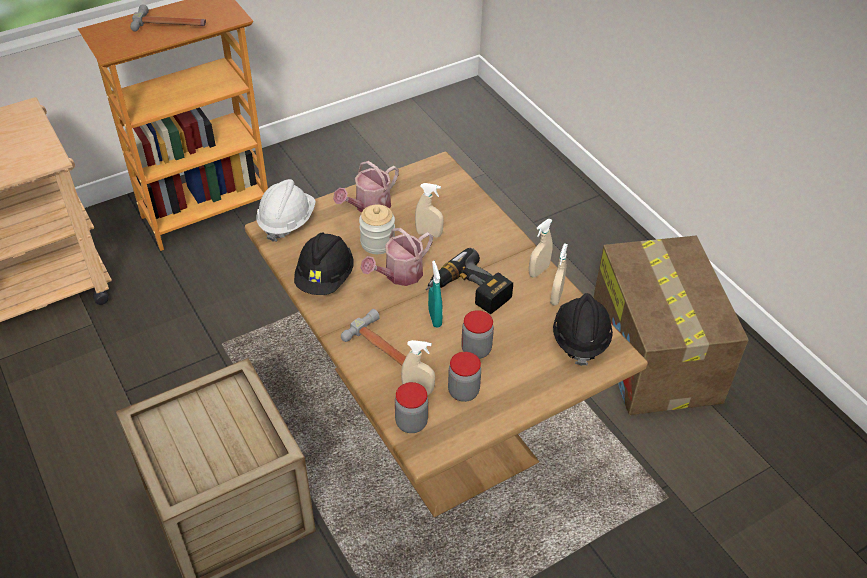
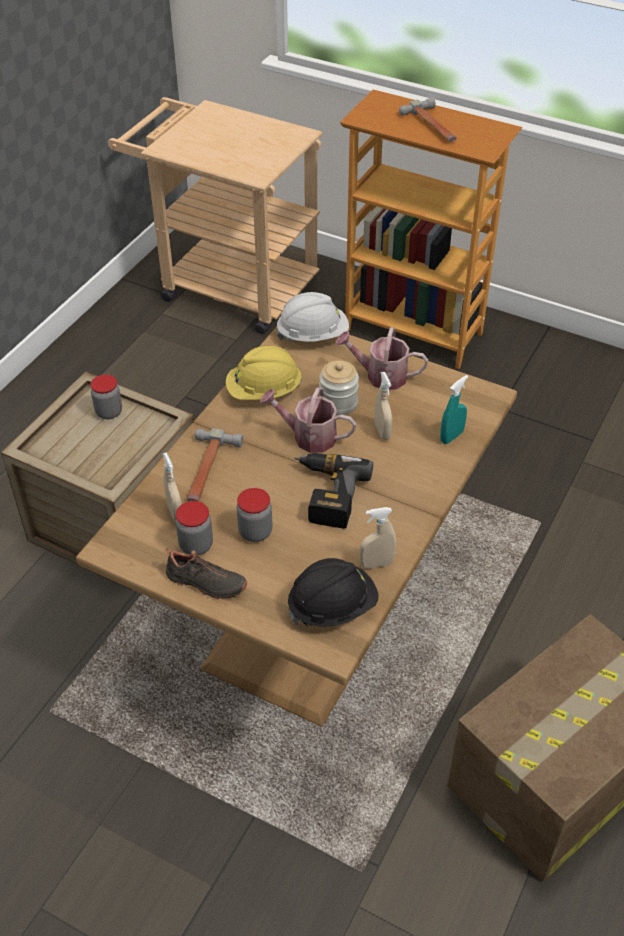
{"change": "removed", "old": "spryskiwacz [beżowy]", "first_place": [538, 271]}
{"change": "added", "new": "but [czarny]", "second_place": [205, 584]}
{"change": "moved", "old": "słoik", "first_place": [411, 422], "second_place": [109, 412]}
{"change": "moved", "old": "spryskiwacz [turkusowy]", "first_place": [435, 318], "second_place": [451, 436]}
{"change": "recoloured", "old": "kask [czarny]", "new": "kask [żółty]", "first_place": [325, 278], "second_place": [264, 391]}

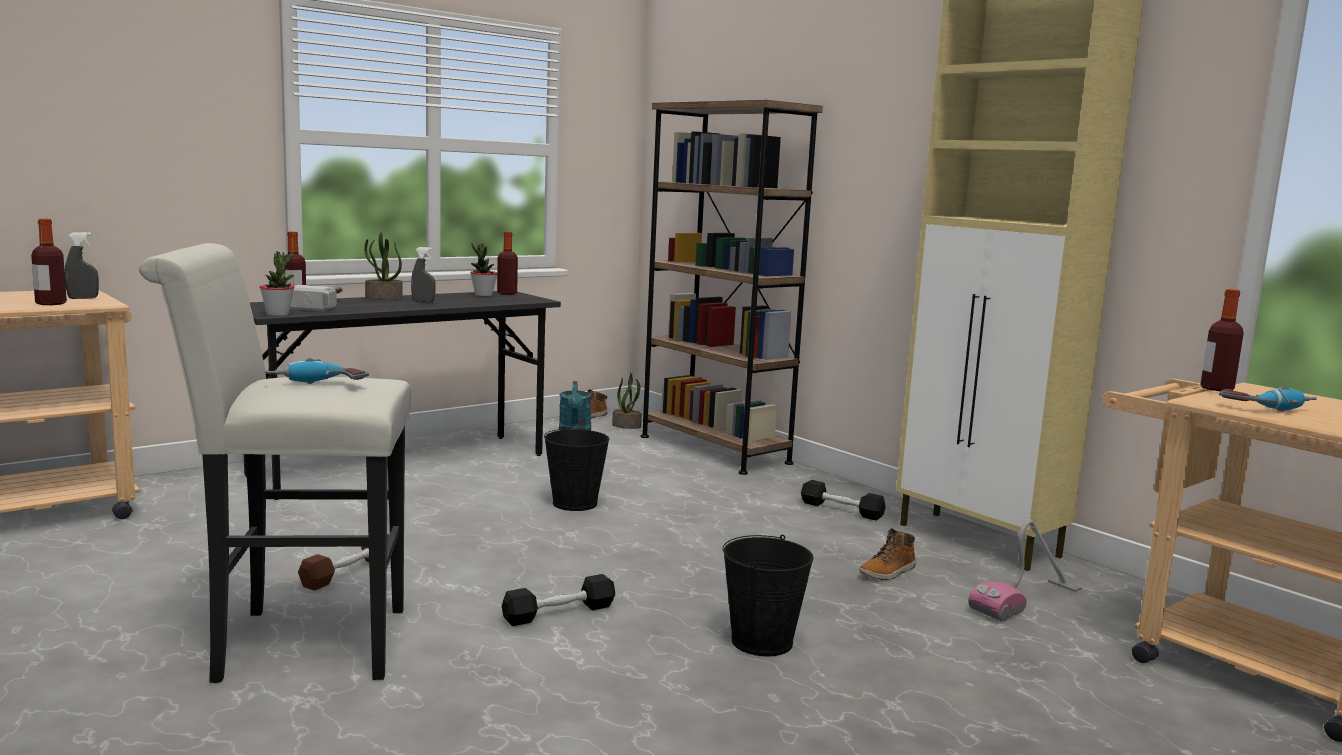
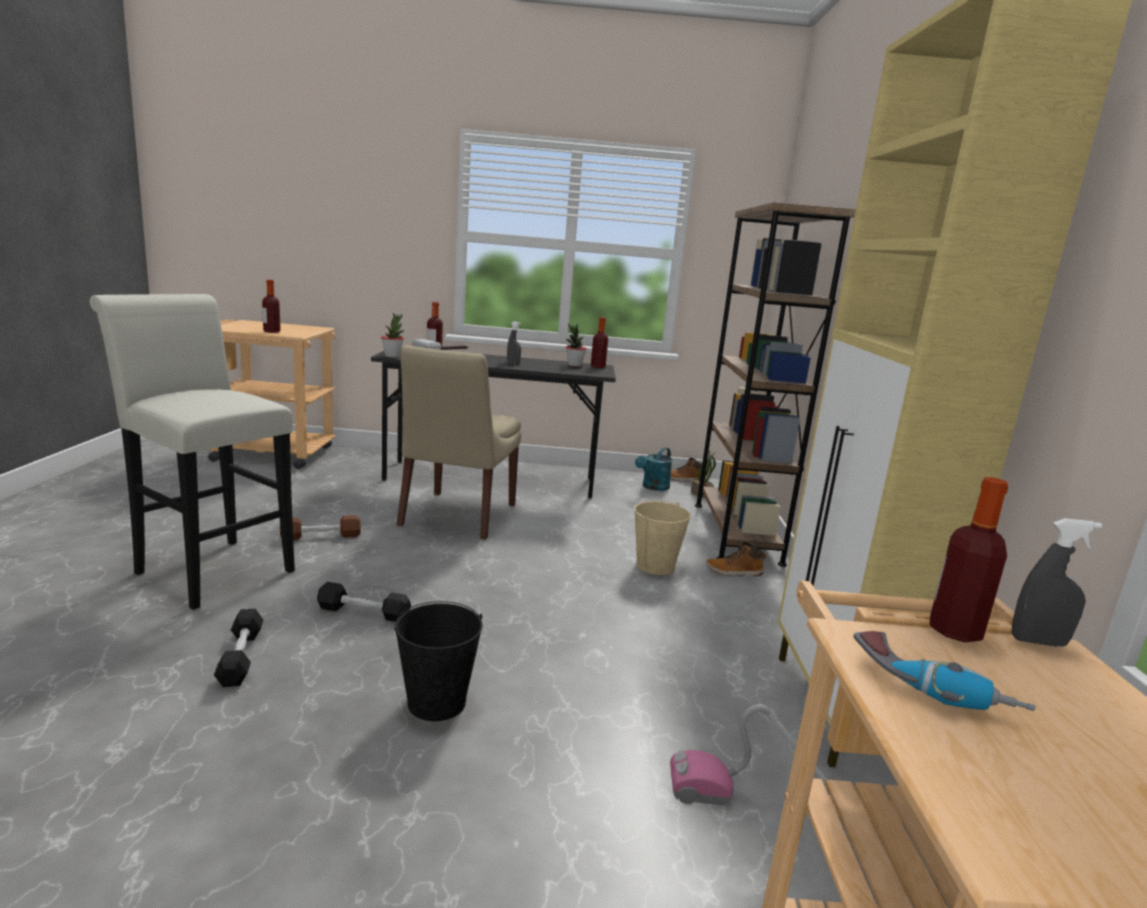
{"change": "removed", "old": "wiertarka", "first_place": [317, 385]}
{"change": "removed", "old": "roślina doniczkowa", "first_place": [383, 298]}
{"change": "removed", "old": "wiadro [czarny]", "first_place": [575, 503]}
{"change": "added", "new": "krzesło [beżowy]", "second_place": [456, 516]}
{"change": "added", "new": "wiadro [beżowy]", "second_place": [655, 566]}
{"change": "moved", "old": "spryskiwacz [szary]", "first_place": [83, 298], "second_place": [1038, 642]}
{"change": "moved", "old": "hantel [czarny]", "first_place": [841, 510], "second_place": [241, 657]}
{"change": "moved", "old": "but z cholewką", "first_place": [888, 572], "second_place": [734, 572]}

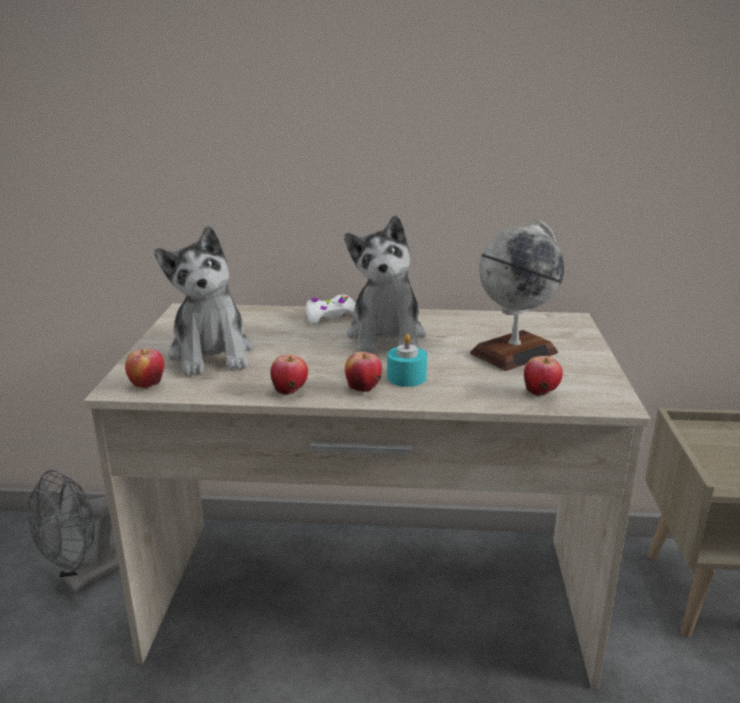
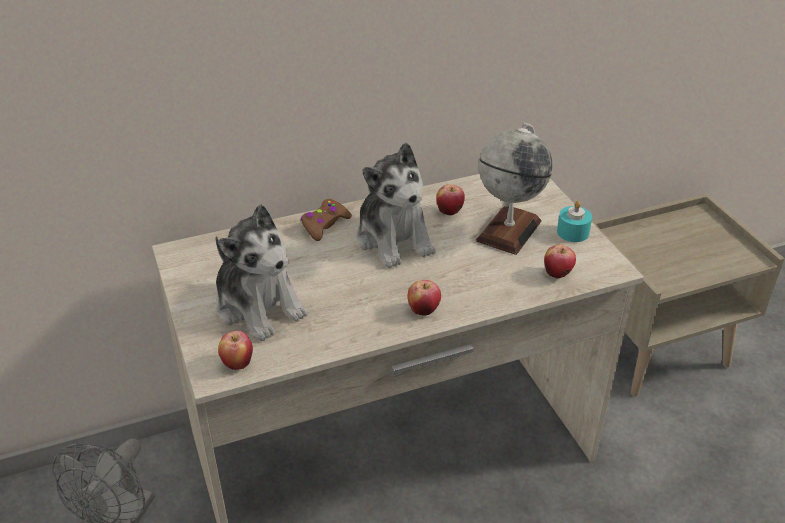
{"change": "moved", "old": "jabłko", "first_place": [290, 392], "second_place": [449, 212]}
{"change": "moved", "old": "świeca [turkusowy]", "first_place": [406, 377], "second_place": [573, 232]}
{"change": "recoloured", "old": "pad do gier [biały]", "new": "pad do gier [brązowy]", "first_place": [331, 316], "second_place": [324, 225]}

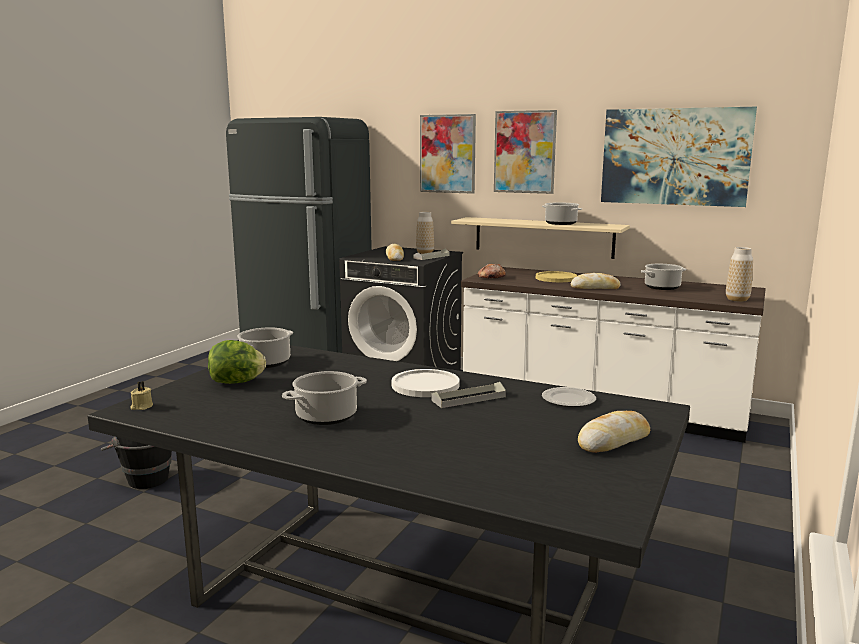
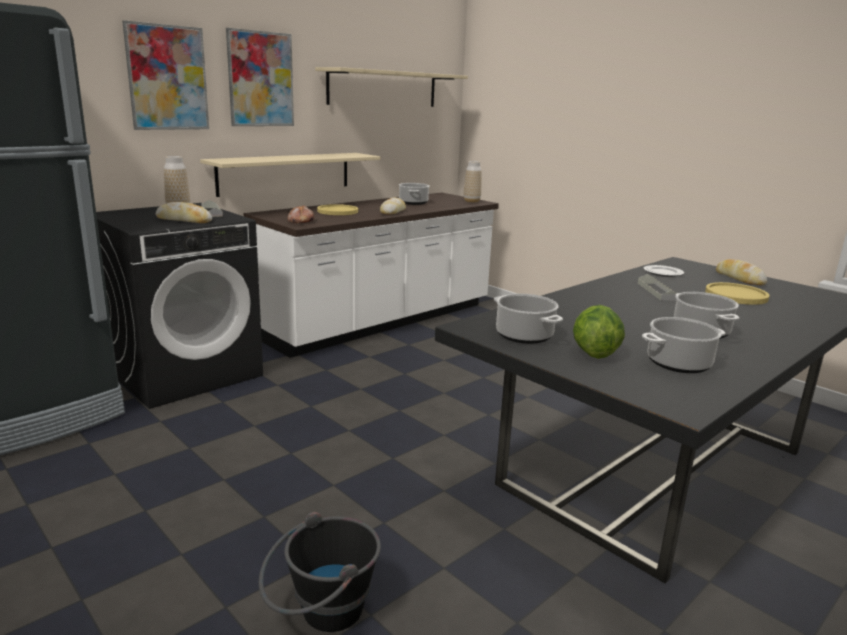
{"change": "removed", "old": "świeca [beżowy]", "first_place": [141, 407]}
{"change": "removed", "old": "talerz [biały]", "first_place": [425, 385]}
{"change": "added", "new": "talerz [żółty]", "second_place": [736, 295]}
{"change": "moved", "old": "garnek", "first_place": [560, 223], "second_place": [678, 364]}
{"change": "replaced", "old": "obraz", "new": "półka [beżowy]", "first_place": [674, 157], "second_place": [383, 88]}

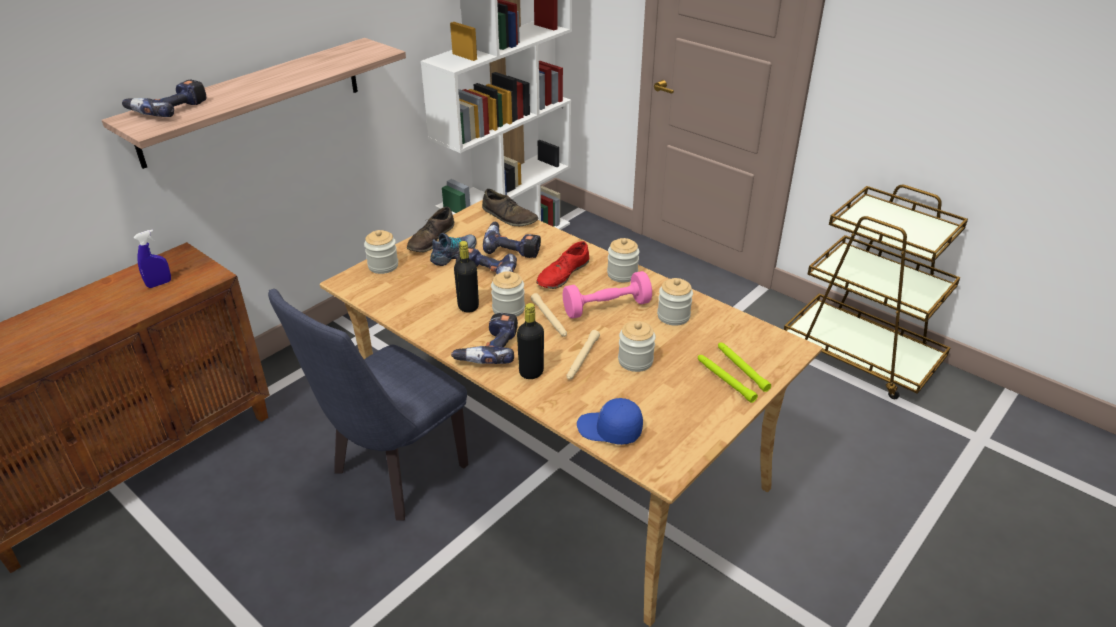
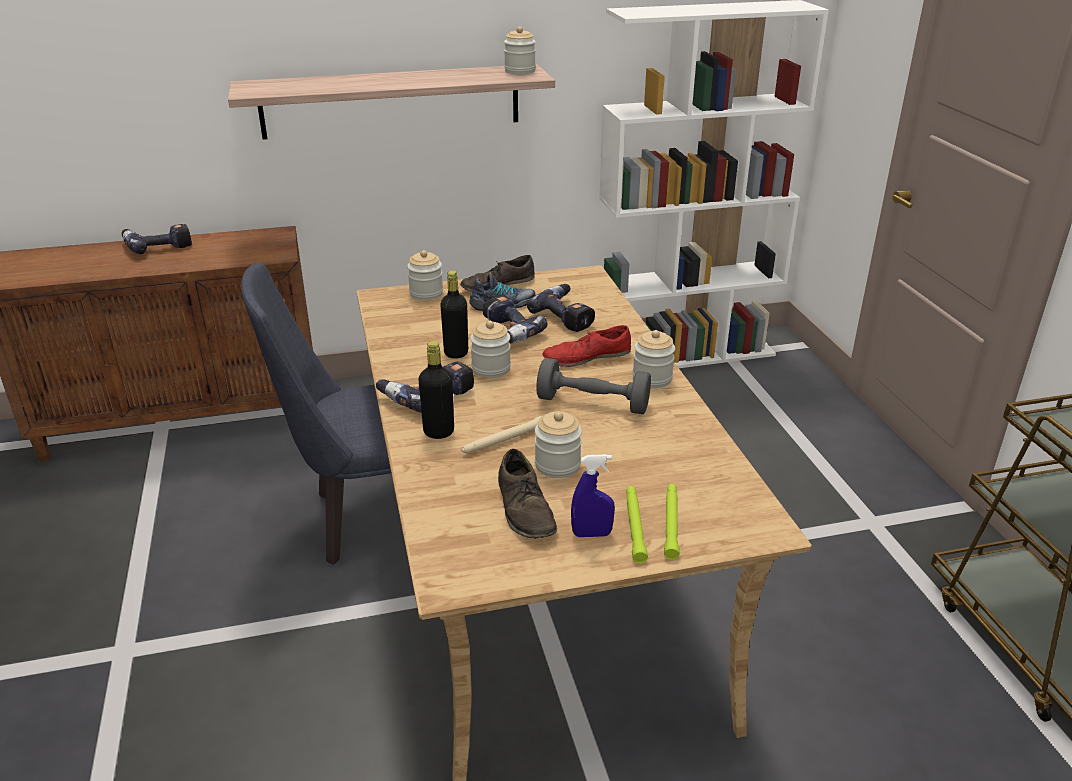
{"change": "removed", "old": "latarka [beżowy]", "first_place": [549, 319]}
{"change": "removed", "old": "czapka z daszkiem [niebieski]", "first_place": [609, 430]}
{"change": "moved", "old": "wiertarka", "first_place": [168, 109], "second_place": [158, 246]}
{"change": "moved", "old": "spryskiwacz [niebieski]", "first_place": [159, 284], "second_place": [591, 534]}
{"change": "moved", "old": "but [brązowy]", "first_place": [509, 217], "second_place": [525, 509]}
{"change": "moved", "old": "słoik", "first_place": [673, 316], "second_place": [520, 71]}
{"change": "recoloured", "old": "hantel [różowy]", "new": "hantel [szary]", "first_place": [606, 307], "second_place": [593, 403]}

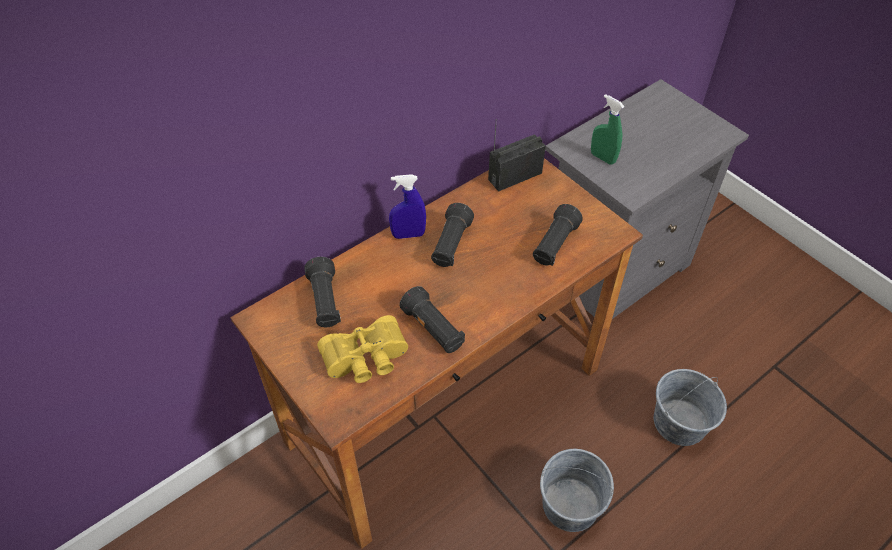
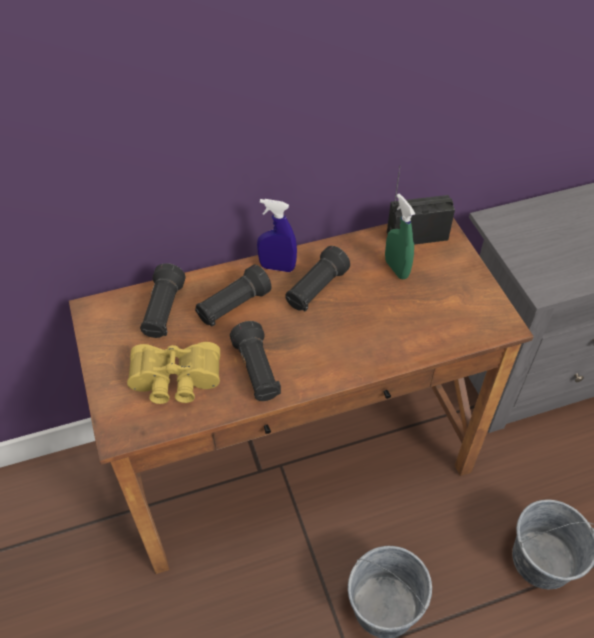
{"change": "moved", "old": "latarka [czarny]", "first_place": [554, 245], "second_place": [233, 306]}
{"change": "moved", "old": "spryskiwacz [zielony]", "first_place": [602, 158], "second_place": [396, 269]}

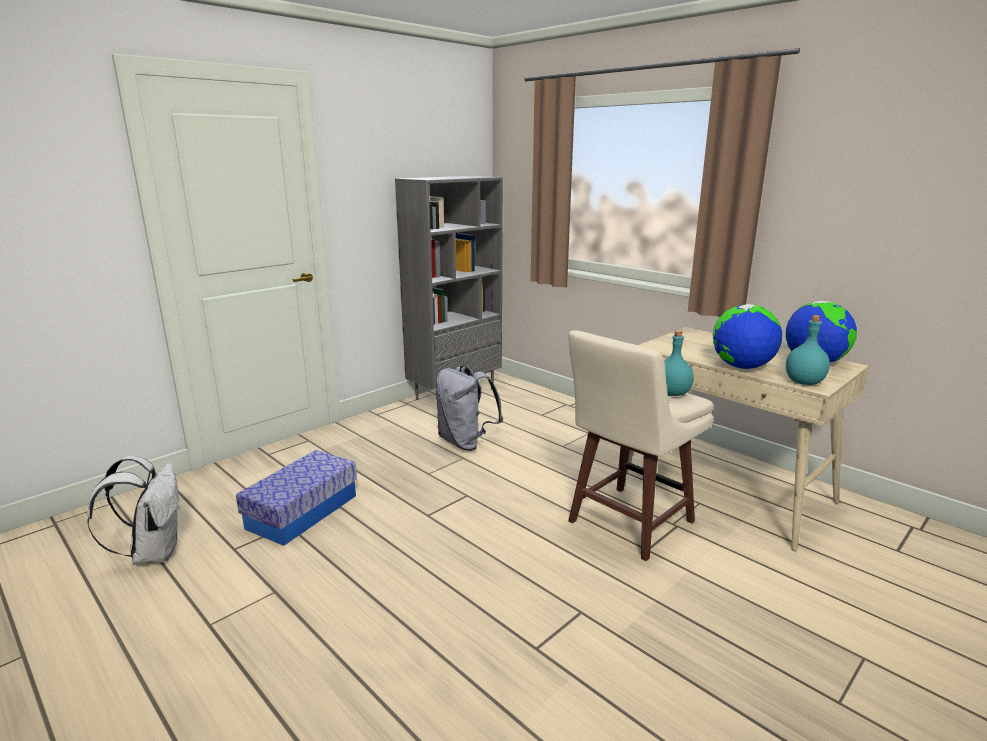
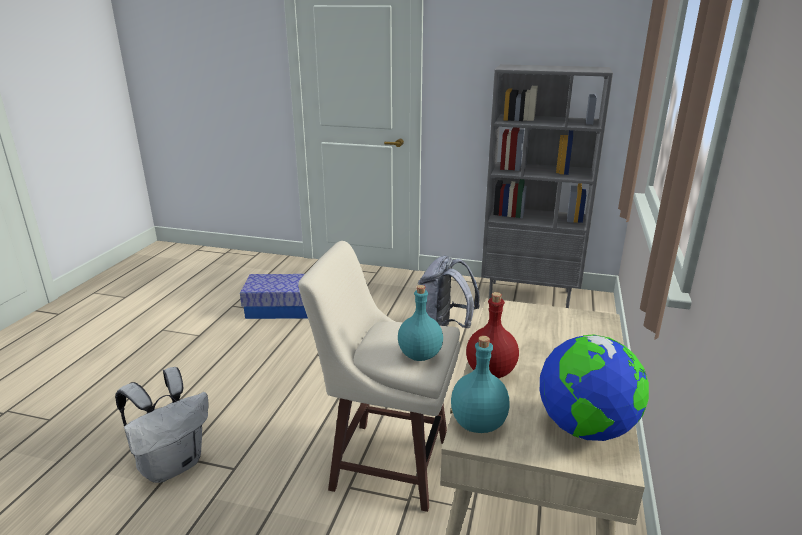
{"change": "moved", "old": "plecak [biały]", "first_place": [154, 552], "second_place": [172, 464]}
{"change": "replaced", "old": "globus", "new": "butelka [czerwony]", "first_place": [742, 367], "second_place": [490, 371]}

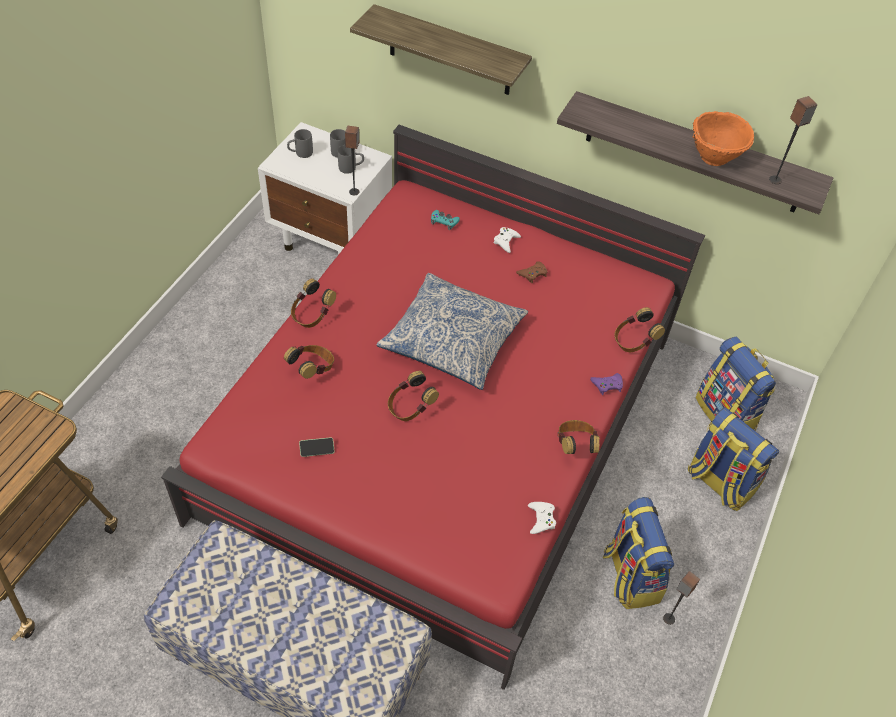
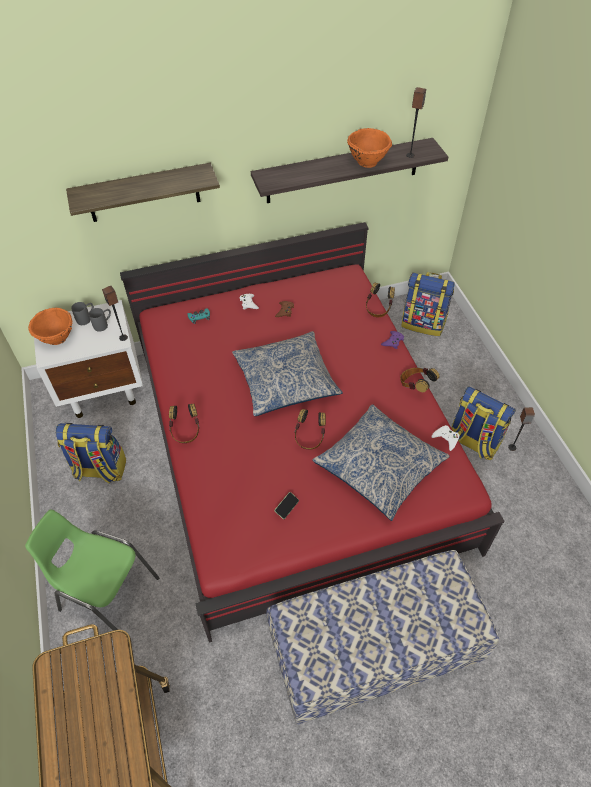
{"change": "removed", "old": "słuchawki", "first_place": [312, 369]}
{"change": "added", "new": "krzesło [zielony]", "second_place": [108, 594]}
{"change": "added", "new": "poduszka", "second_place": [379, 466]}
{"change": "moved", "old": "plecak", "first_place": [719, 482], "second_place": [99, 470]}
{"change": "replaced", "old": "kubek [szary]", "new": "miska [pomarańczowy]", "first_place": [300, 153], "second_place": [57, 338]}

